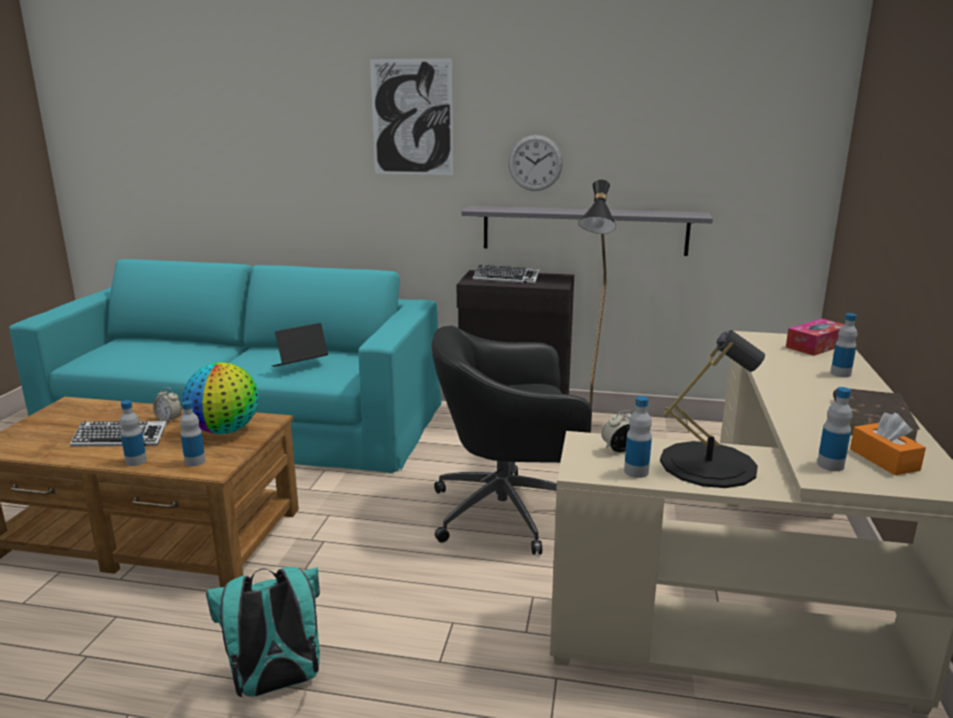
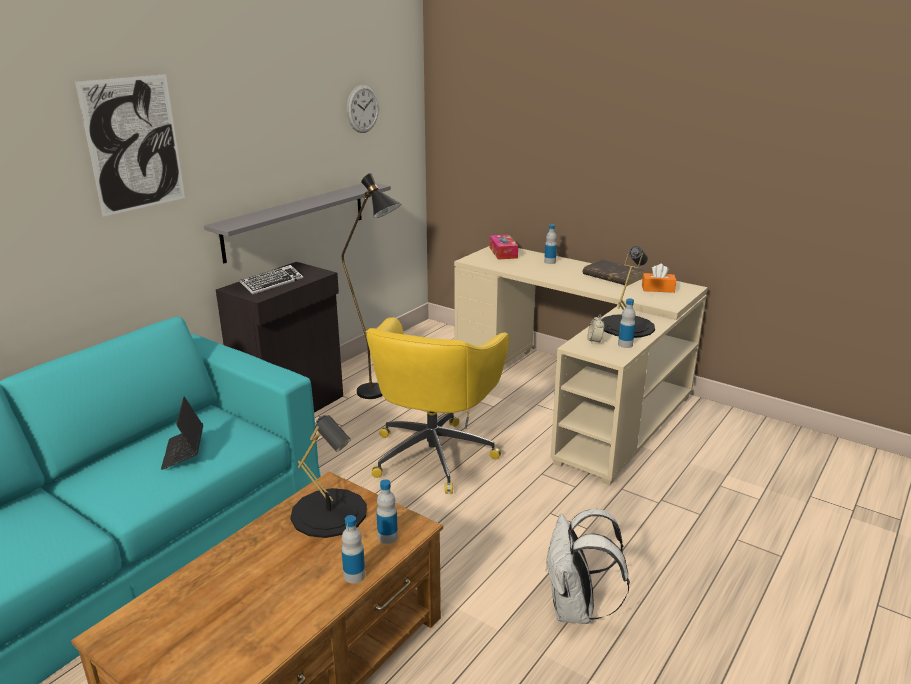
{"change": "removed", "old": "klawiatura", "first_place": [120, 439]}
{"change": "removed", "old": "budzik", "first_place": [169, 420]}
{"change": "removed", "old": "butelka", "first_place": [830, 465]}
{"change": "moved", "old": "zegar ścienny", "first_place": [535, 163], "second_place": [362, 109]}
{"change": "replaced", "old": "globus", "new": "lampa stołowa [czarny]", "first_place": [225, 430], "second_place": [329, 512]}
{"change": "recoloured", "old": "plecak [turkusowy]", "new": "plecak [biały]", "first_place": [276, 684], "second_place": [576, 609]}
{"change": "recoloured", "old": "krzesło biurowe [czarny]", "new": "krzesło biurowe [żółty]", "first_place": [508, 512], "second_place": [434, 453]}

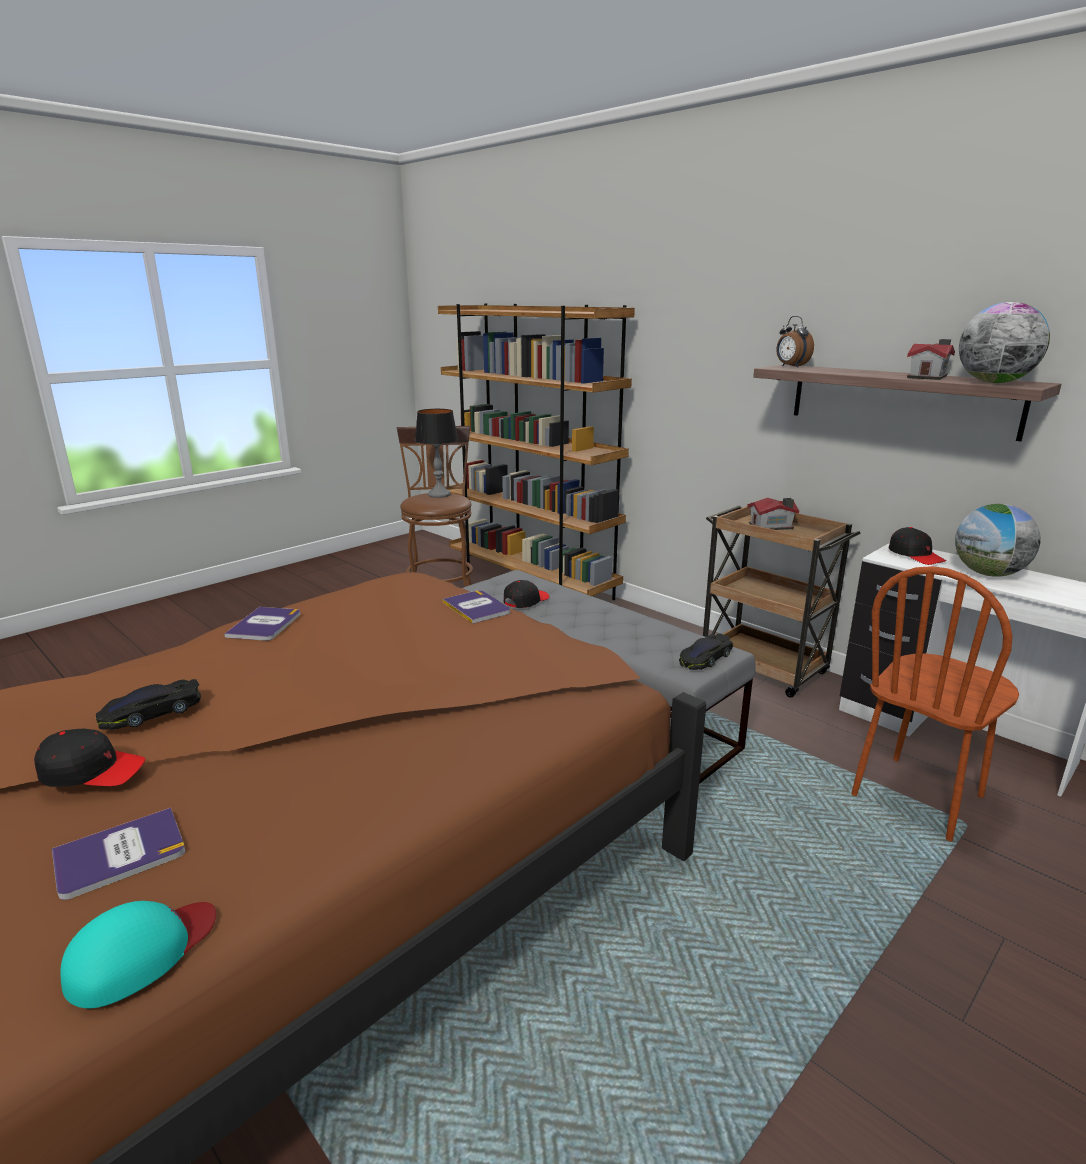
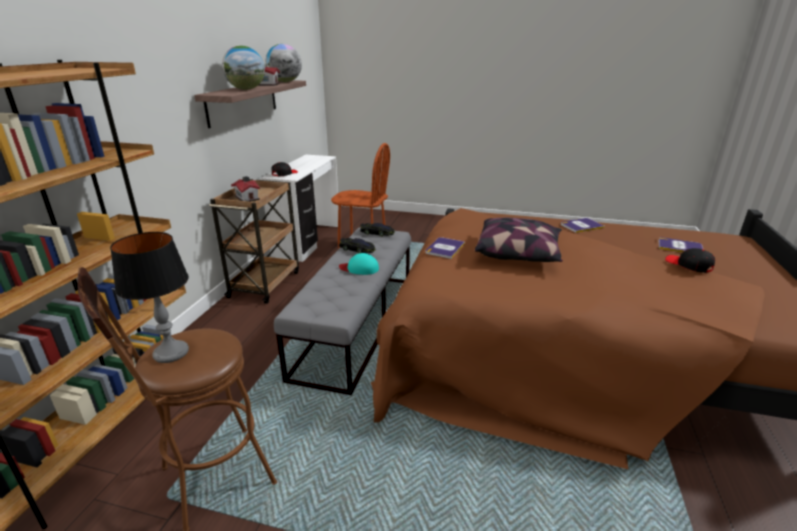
{"change": "removed", "old": "czapka z daszkiem [czarny]", "first_place": [526, 601]}
{"change": "removed", "old": "budzik", "first_place": [791, 366]}
{"change": "added", "new": "poduszka", "second_place": [518, 253]}
{"change": "moved", "old": "czapka z daszkiem [turkusowy]", "first_place": [141, 953], "second_place": [359, 268]}
{"change": "moved", "old": "samochodzik [czarny]", "first_place": [151, 712], "second_place": [357, 249]}
{"change": "moved", "old": "książka", "first_place": [265, 625], "second_place": [581, 226]}
{"change": "moved", "old": "globus", "first_place": [988, 574], "second_place": [246, 89]}

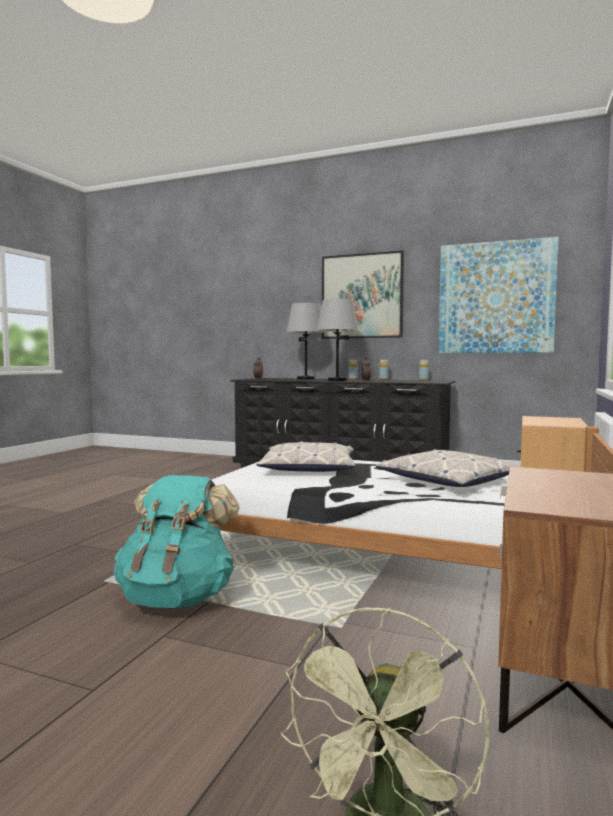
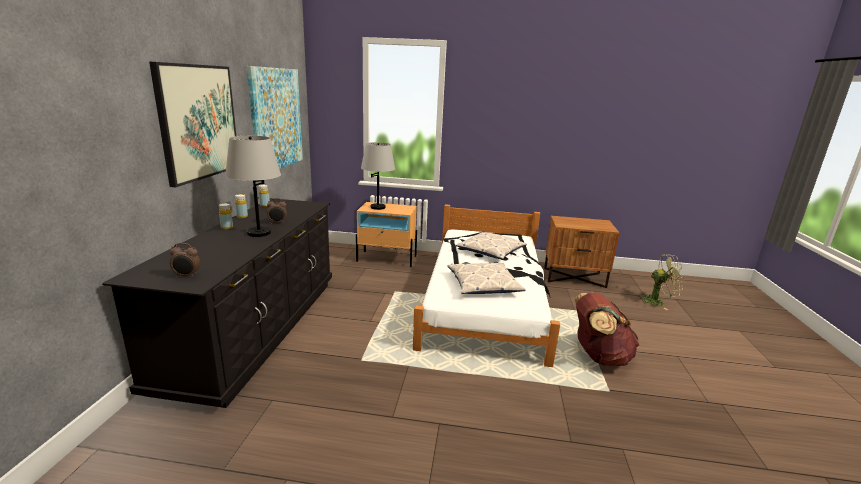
{"change": "moved", "old": "lampa stołowa [szary]", "first_place": [306, 379], "second_place": [378, 207]}
{"change": "recoloured", "old": "plecak [turkusowy]", "new": "plecak [brązowy]", "first_place": [177, 598], "second_place": [598, 356]}

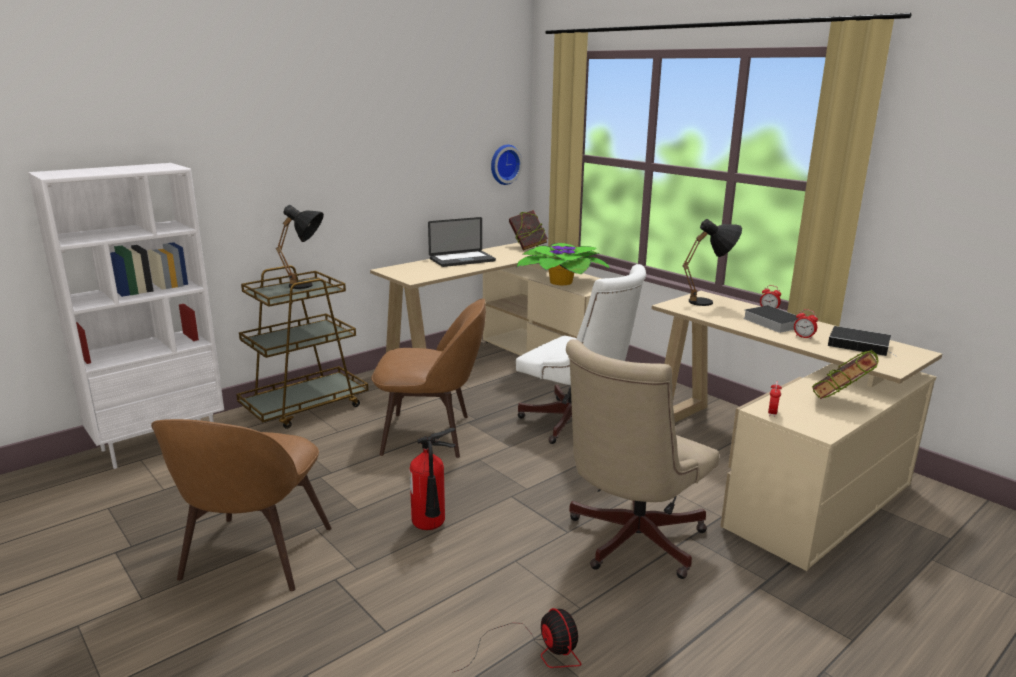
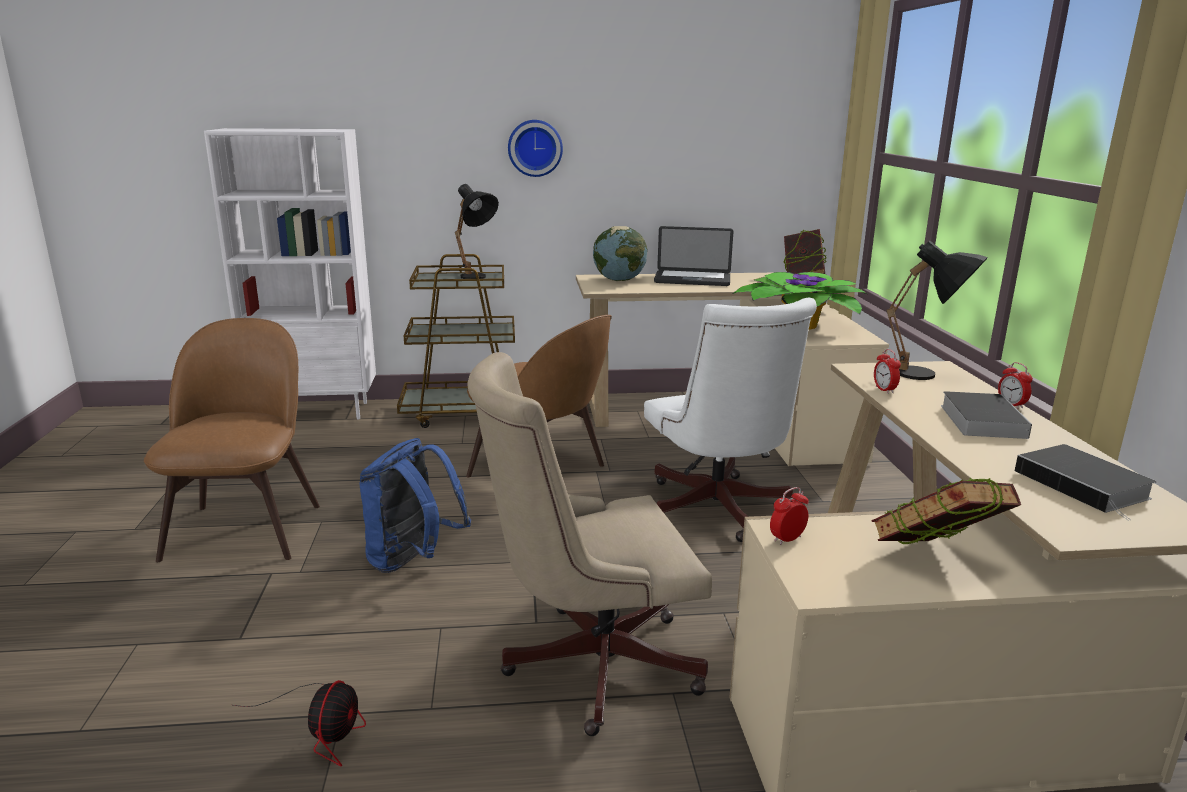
{"change": "added", "new": "globus", "second_place": [619, 280]}
{"change": "moved", "old": "zegar ścienny", "first_place": [504, 164], "second_place": [535, 148]}
{"change": "moved", "old": "budzik", "first_place": [803, 337], "second_place": [884, 390]}
{"change": "replaced", "old": "gaśnica", "new": "plecak [niebieski]", "first_place": [431, 527], "second_place": [412, 561]}
{"change": "turned", "old": "krzesło [brązowy]", "first_place": [255, 556], "second_place": [245, 528], "degrees": 135}

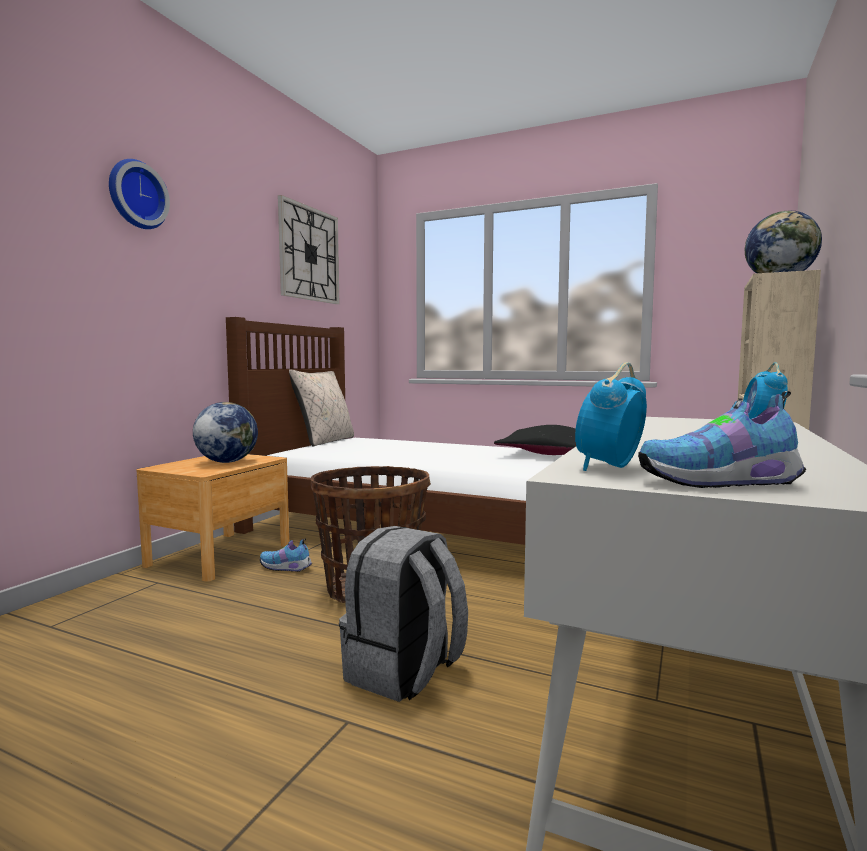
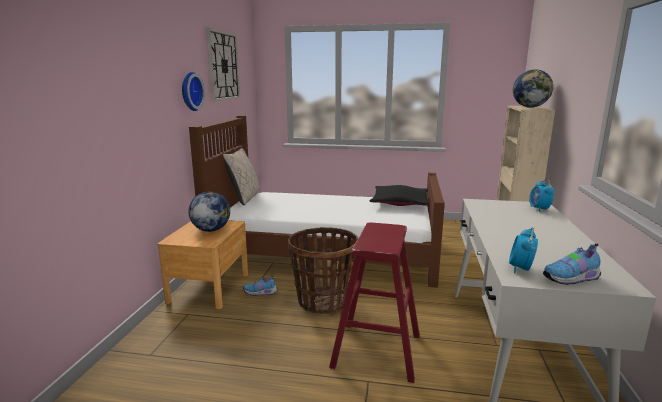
{"change": "moved", "old": "zegar ścienny", "first_place": [135, 195], "second_place": [190, 91]}
{"change": "replaced", "old": "plecak [szary]", "new": "stołek [czerwony]", "first_place": [404, 673], "second_place": [377, 350]}

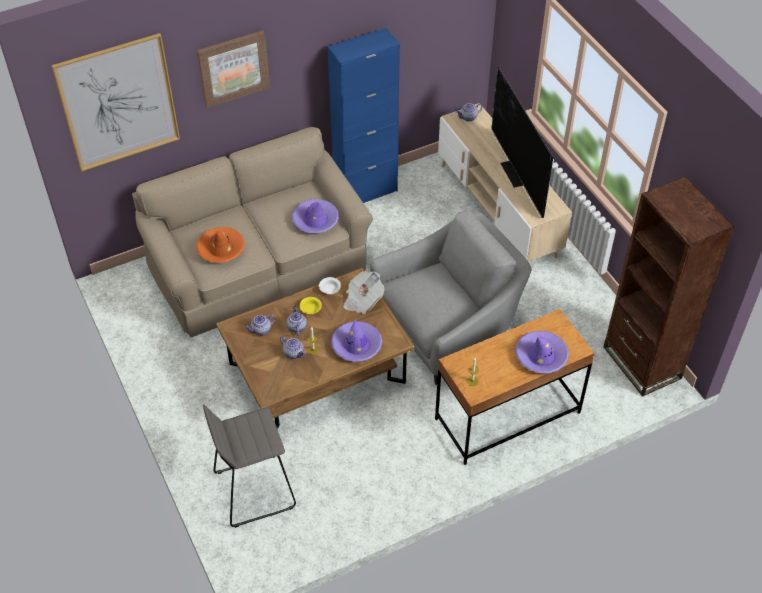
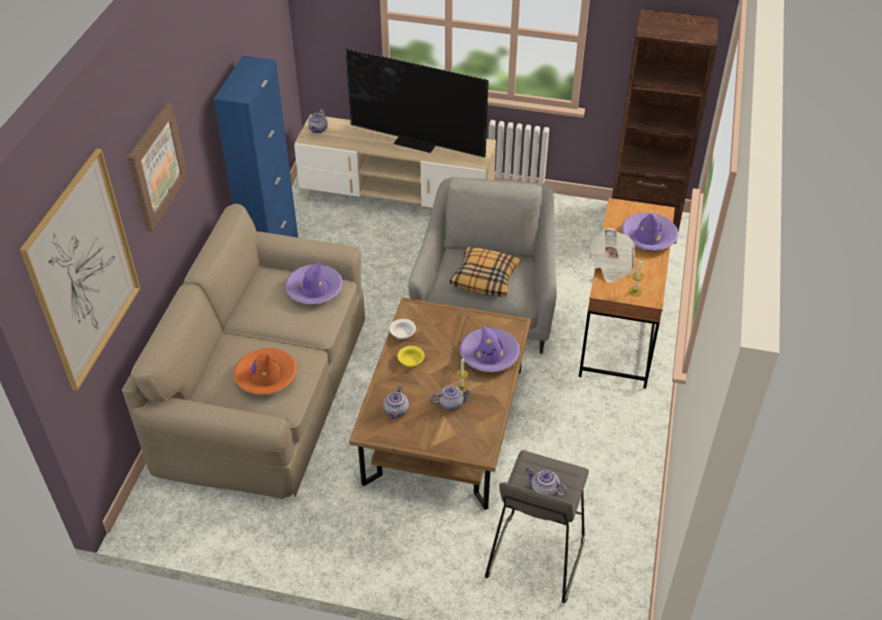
{"change": "added", "new": "poduszka", "second_place": [485, 277]}
{"change": "moved", "old": "imbryk", "first_place": [296, 327], "second_place": [544, 491]}
{"change": "moved", "old": "gazeta", "first_place": [362, 300], "second_place": [611, 265]}

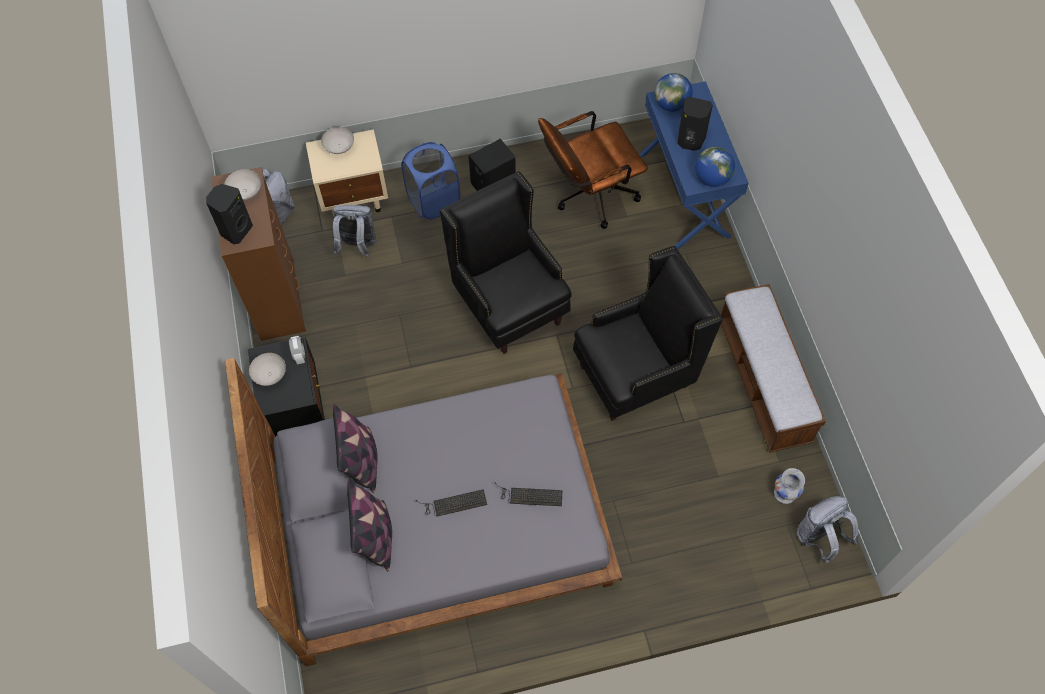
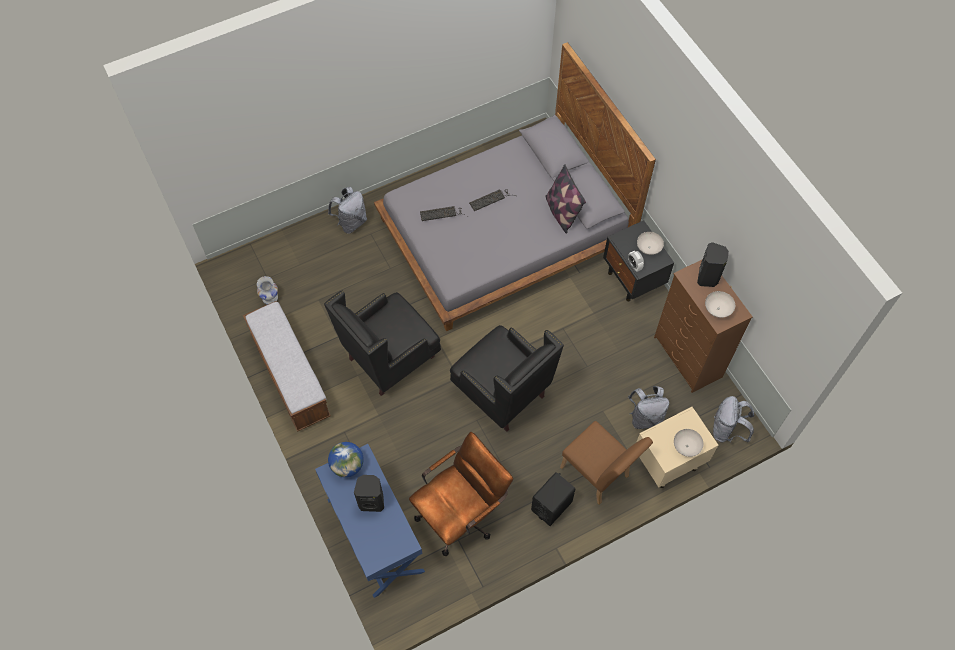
{"change": "removed", "old": "poduszka", "first_place": [375, 537]}
{"change": "removed", "old": "globus", "first_place": [671, 104]}
{"change": "moved", "old": "plecak [szary]", "first_place": [819, 538], "second_place": [351, 222]}
{"change": "replaced", "old": "kosz na pranie [niebieski]", "new": "krzesło [brązowy]", "first_place": [433, 201], "second_place": [598, 475]}

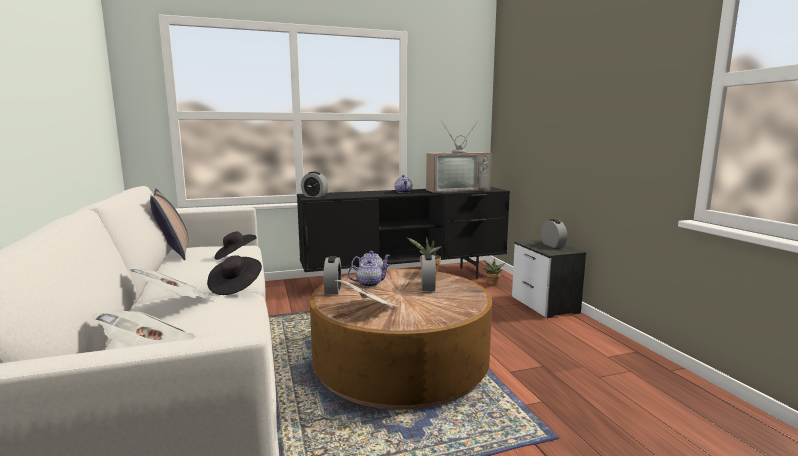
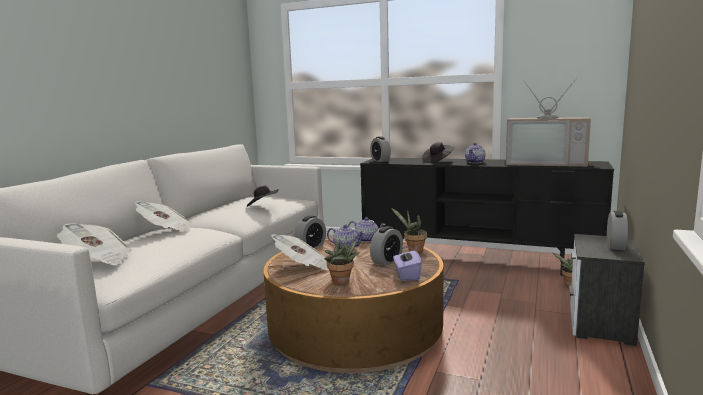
{"change": "removed", "old": "poduszka", "first_place": [174, 253]}
{"change": "added", "new": "roślina doniczkowa", "second_place": [342, 282]}
{"change": "added", "new": "pudełko chusteczek [fioletowy]", "second_place": [406, 275]}
{"change": "moved", "old": "kapelusz [czarny]", "first_place": [235, 287], "second_place": [437, 161]}

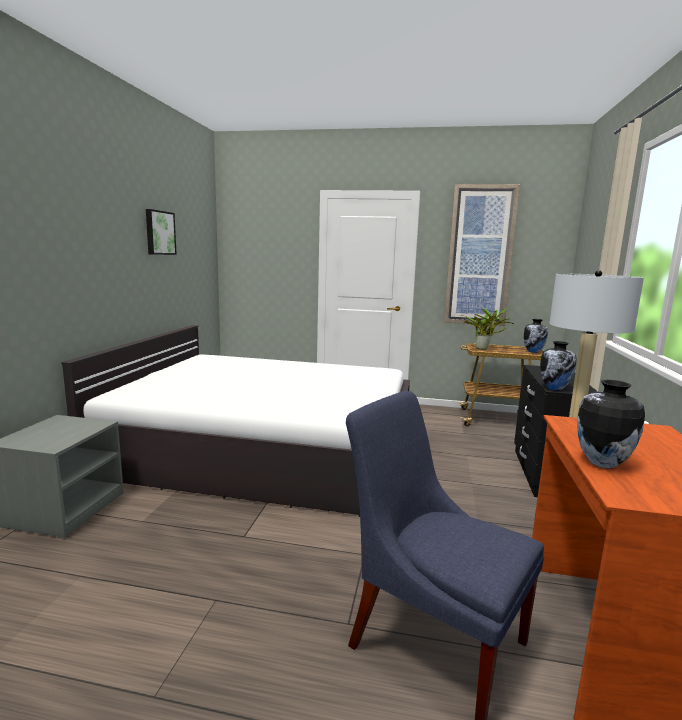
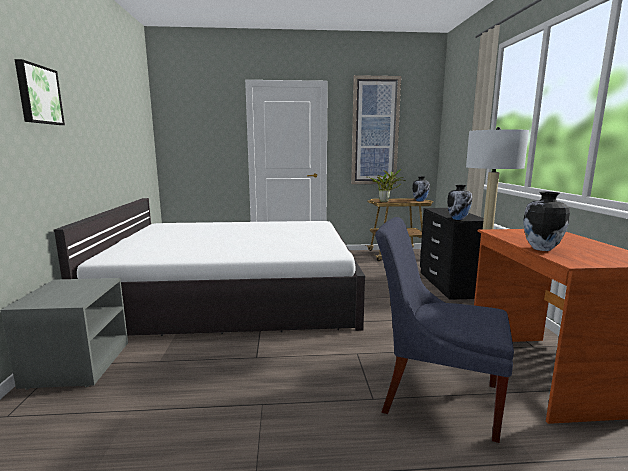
{"change": "moved", "old": "obraz", "first_place": [159, 233], "second_place": [38, 95]}

